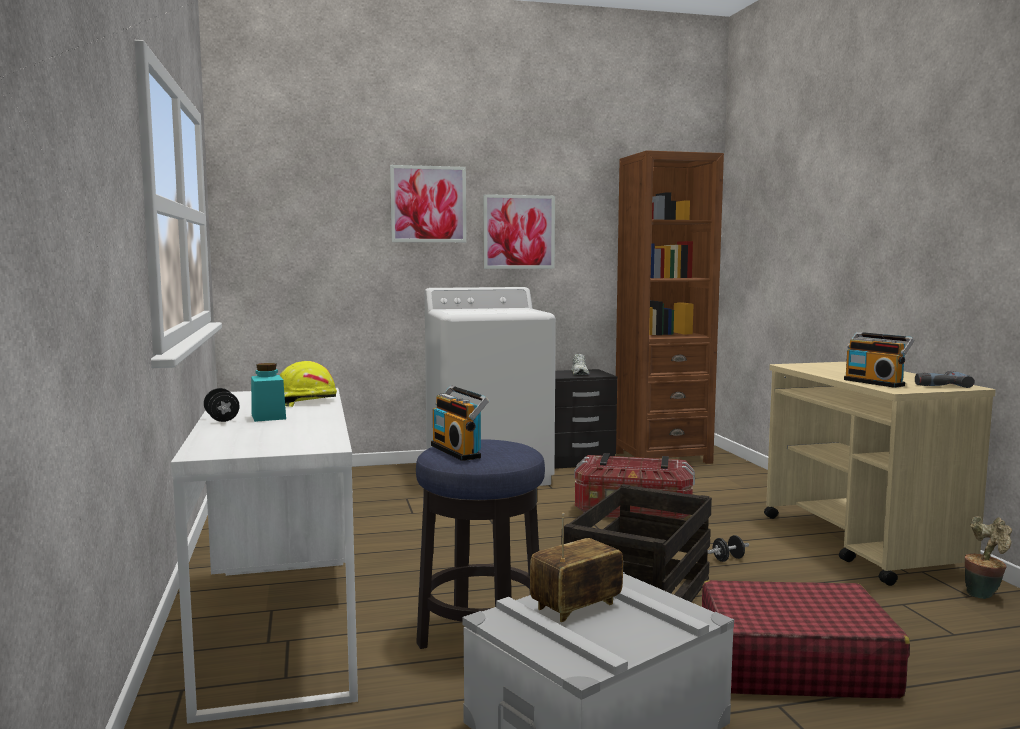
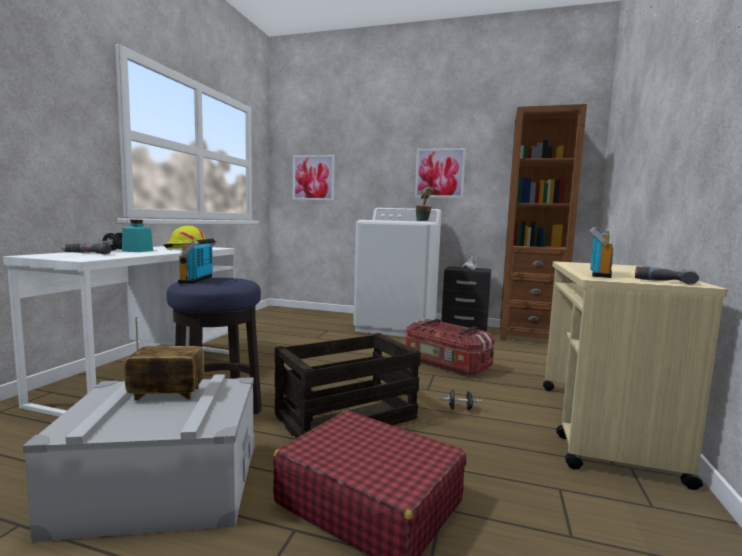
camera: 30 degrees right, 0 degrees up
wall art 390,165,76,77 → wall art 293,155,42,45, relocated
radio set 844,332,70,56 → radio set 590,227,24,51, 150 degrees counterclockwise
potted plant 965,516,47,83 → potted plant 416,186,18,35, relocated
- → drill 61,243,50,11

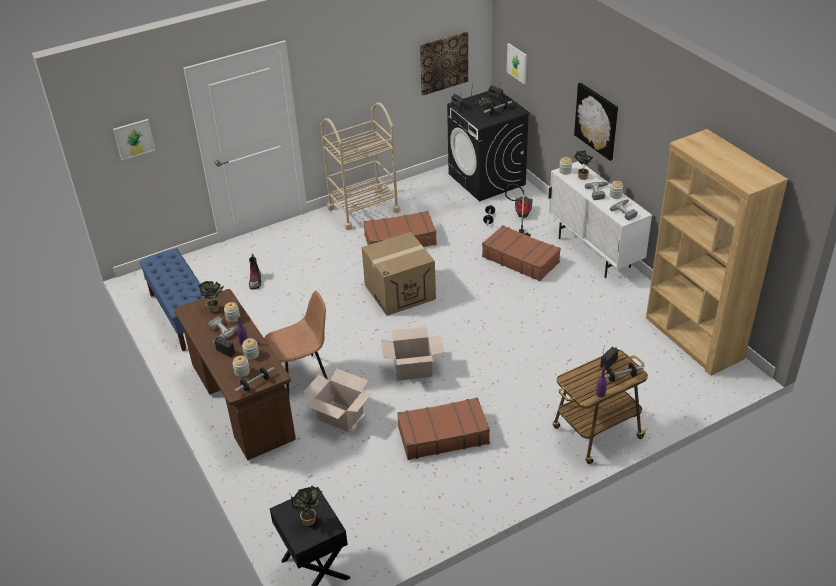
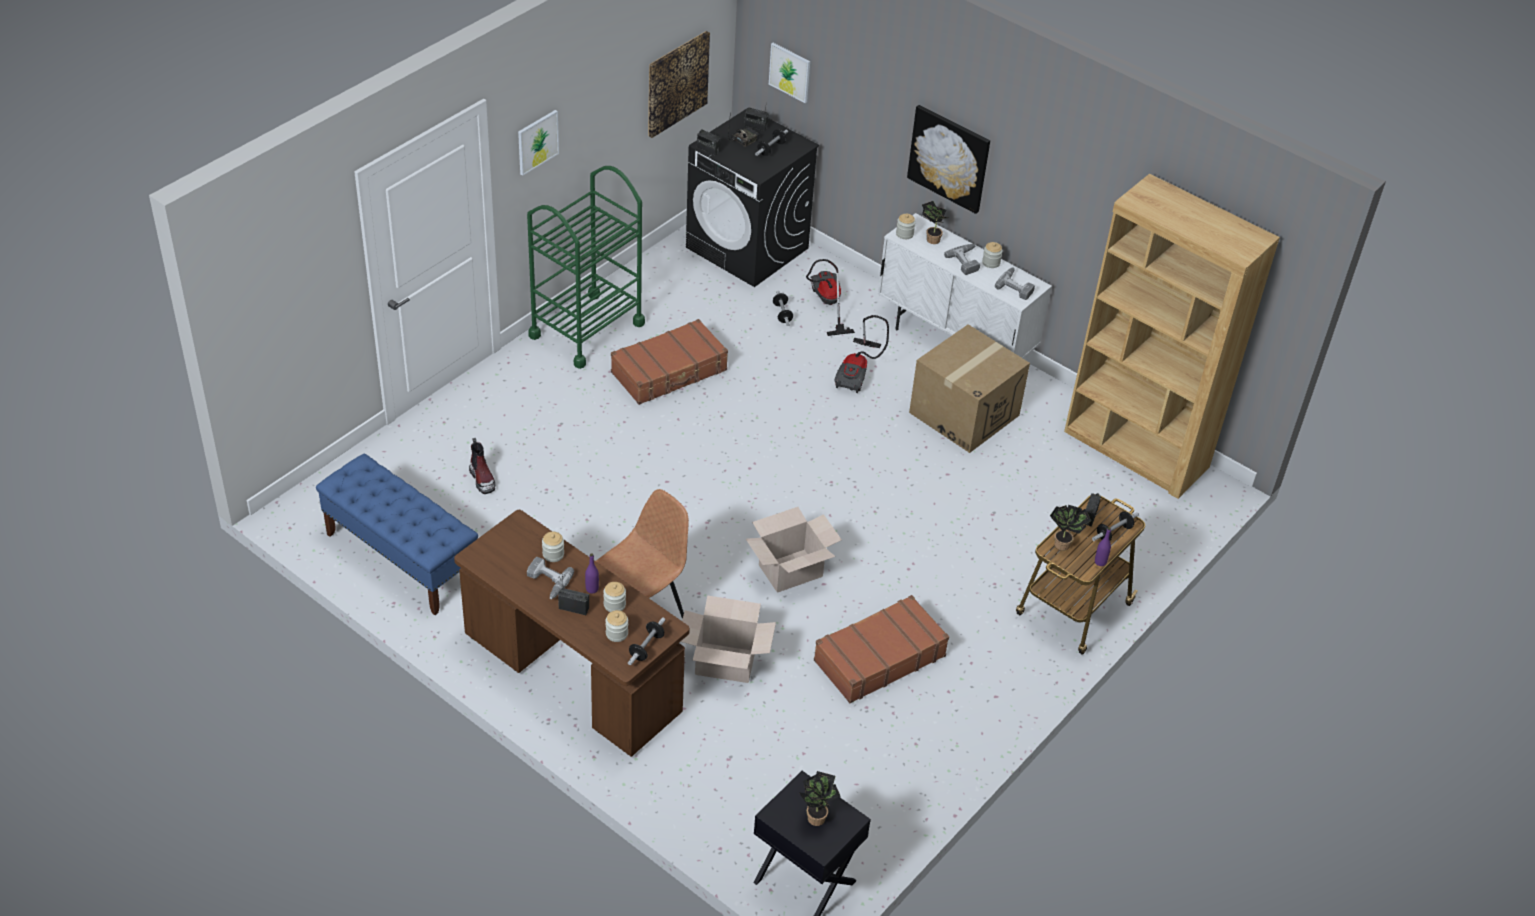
camera: 25 degrees left, 5 degrees up
wall art 113,119,42,41 → wall art 518,110,41,66, relocated
potted plant 198,281,26,32 → potted plant 1050,505,41,46, relocated
trolley in sand-coloured 321,103,80,127 → trolley in green 527,166,118,203
packing box 362,232,74,84 → packing box 909,324,121,129, relocated
suitcase in brown 482,225,79,56 → hoover 834,315,55,78

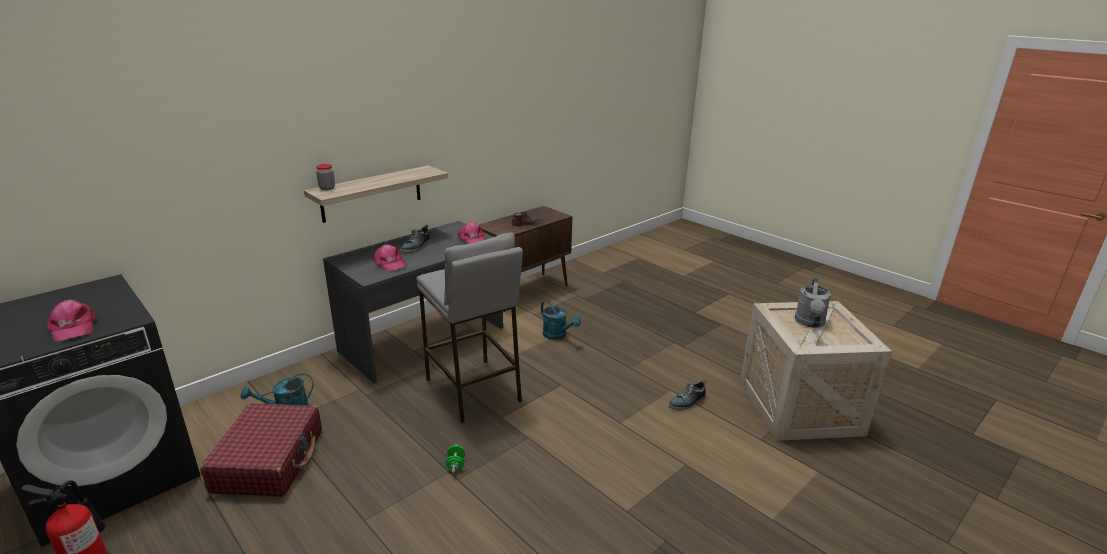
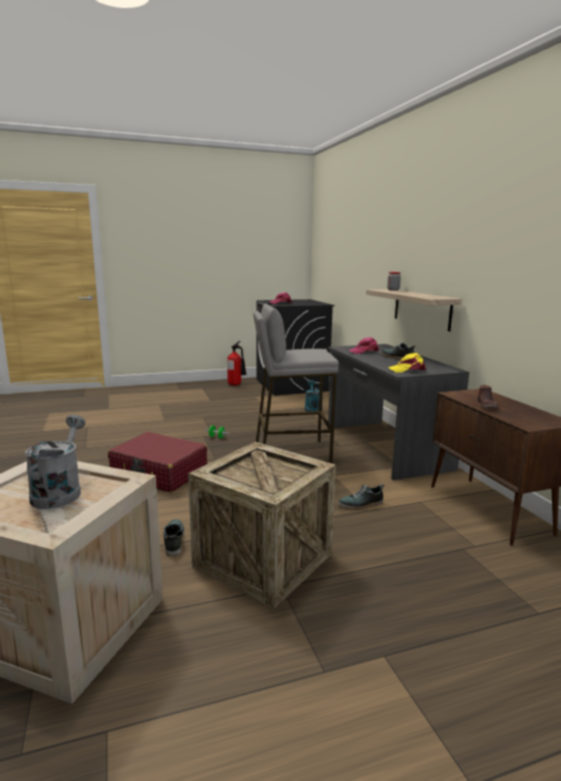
camera: 115 degrees right, 10 degrees down
suitcase in red 200,403,122,94 → suitcase in red 108,432,99,60, relocated
baseball cap in pink-coloured 458,222,28,22 → baseball cap in yellow-coloured 388,353,38,20
watering can in blue-green 541,301,40,39 → item of footwear 338,484,46,25
watering can in gray 795,277,36,50 → watering can in gray 25,415,60,94, 45 degrees clockwise
- → crate 188,442,148,167

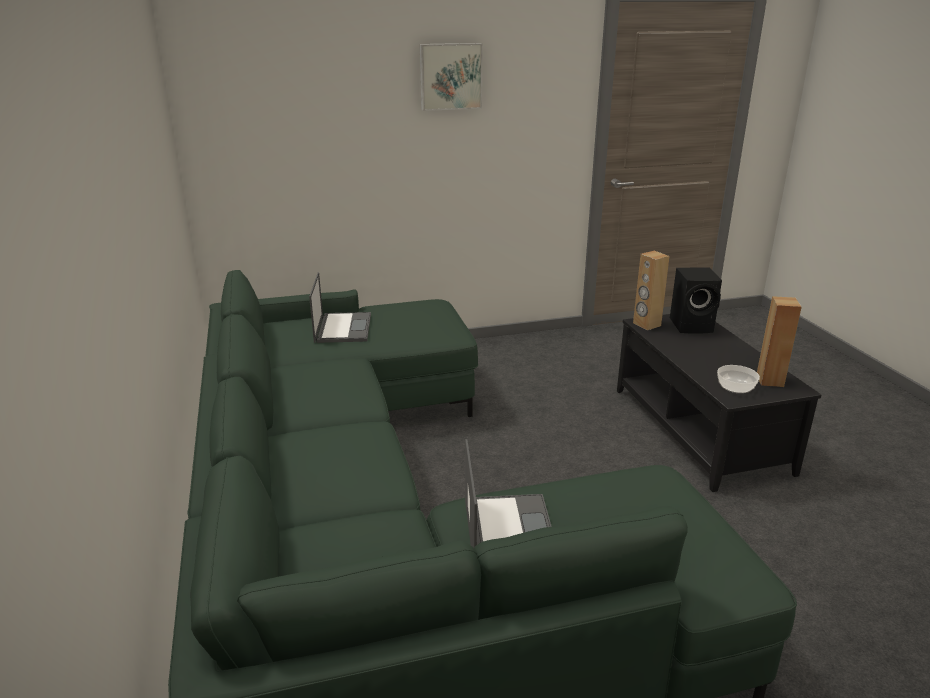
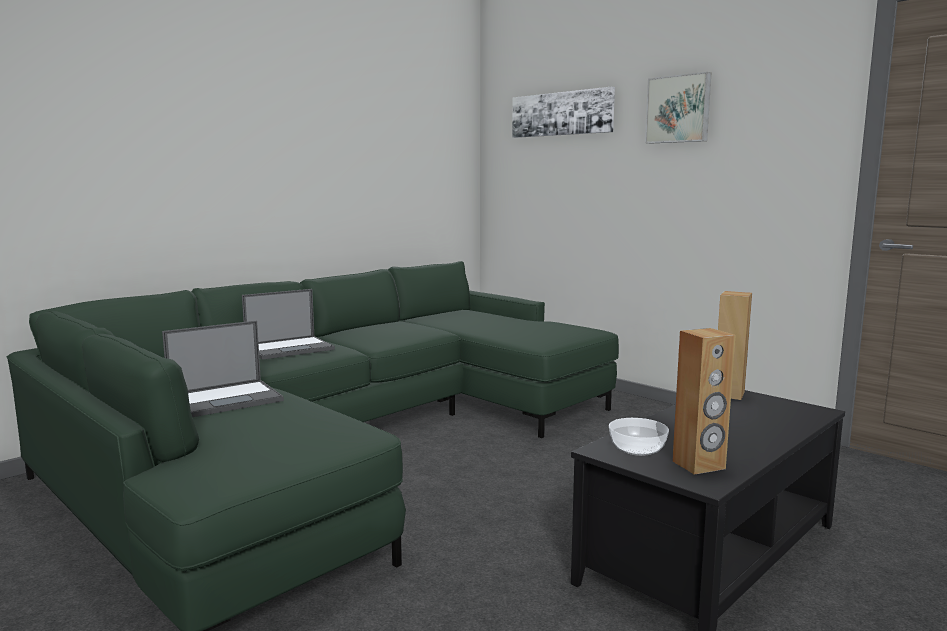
camera: 60 degrees right, 15 degrees down
laptop 309,272,62,71 → laptop 242,289,93,71, relocated
audio speaker in blackish 670,267,52,67 → -
- → wall art 512,87,103,51

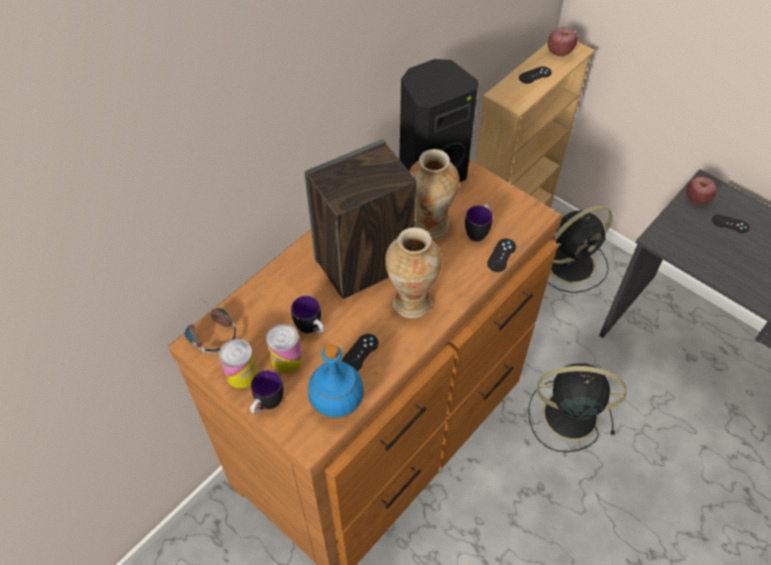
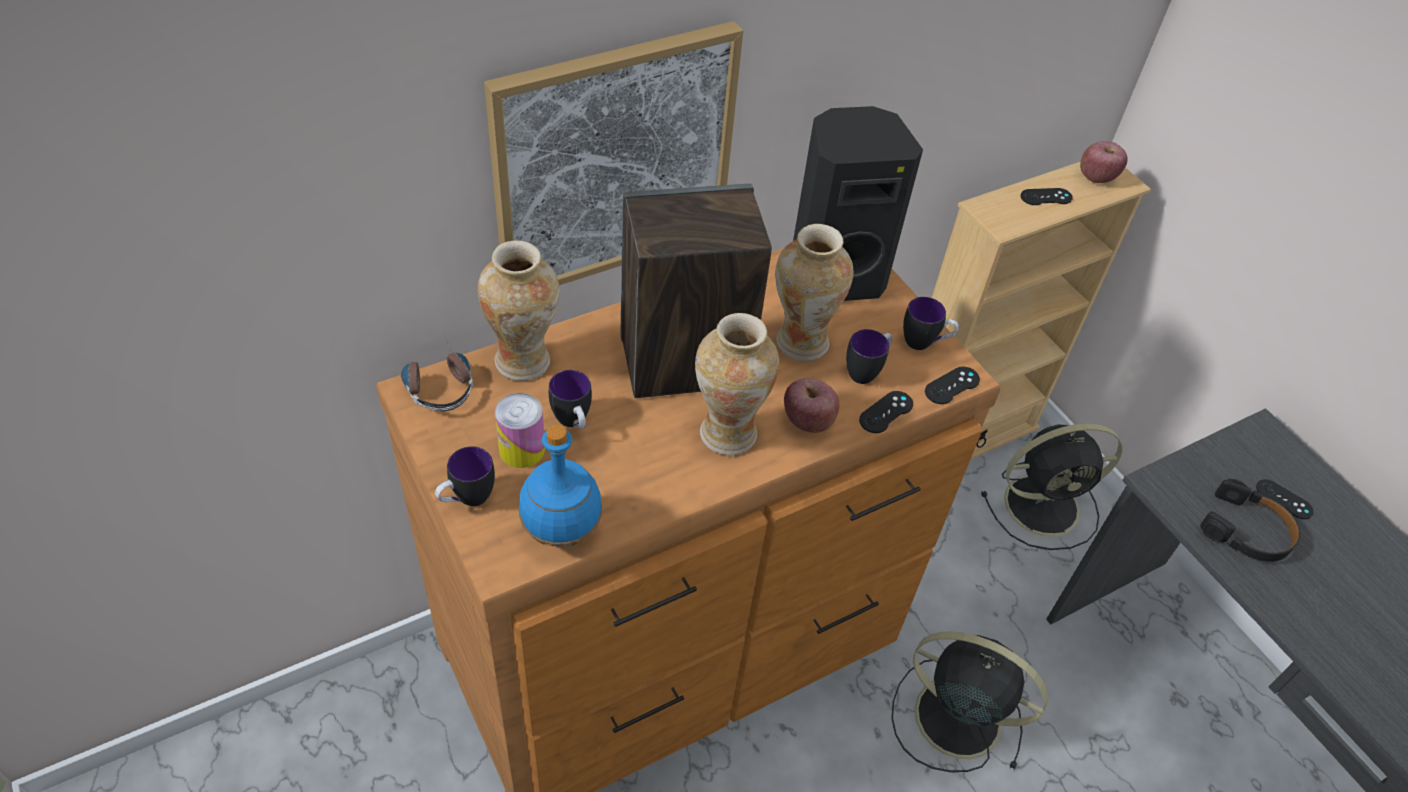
camera: 15 degrees right, 5 degrees down
can 219,339,39,50 → -
game controller in blackish 342,334,37,37 → game controller in blackish 925,367,55,37, relocated
apple 686,177,31,27 → apple 784,378,56,55, relocated
- → flower vase 478,240,82,141
- → wall art 484,21,259,264
- → tea mug 903,297,56,53
- → pair of headphones in blackish 1200,479,101,83

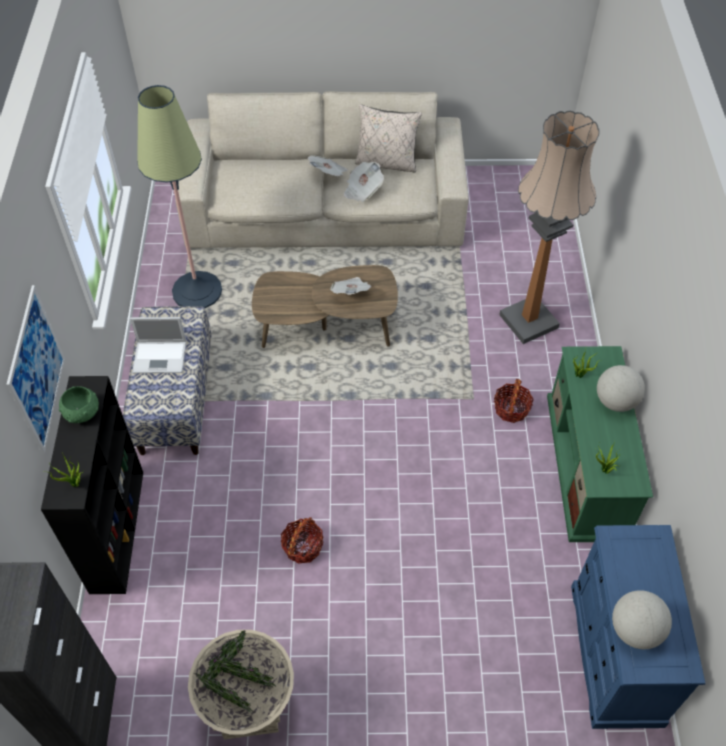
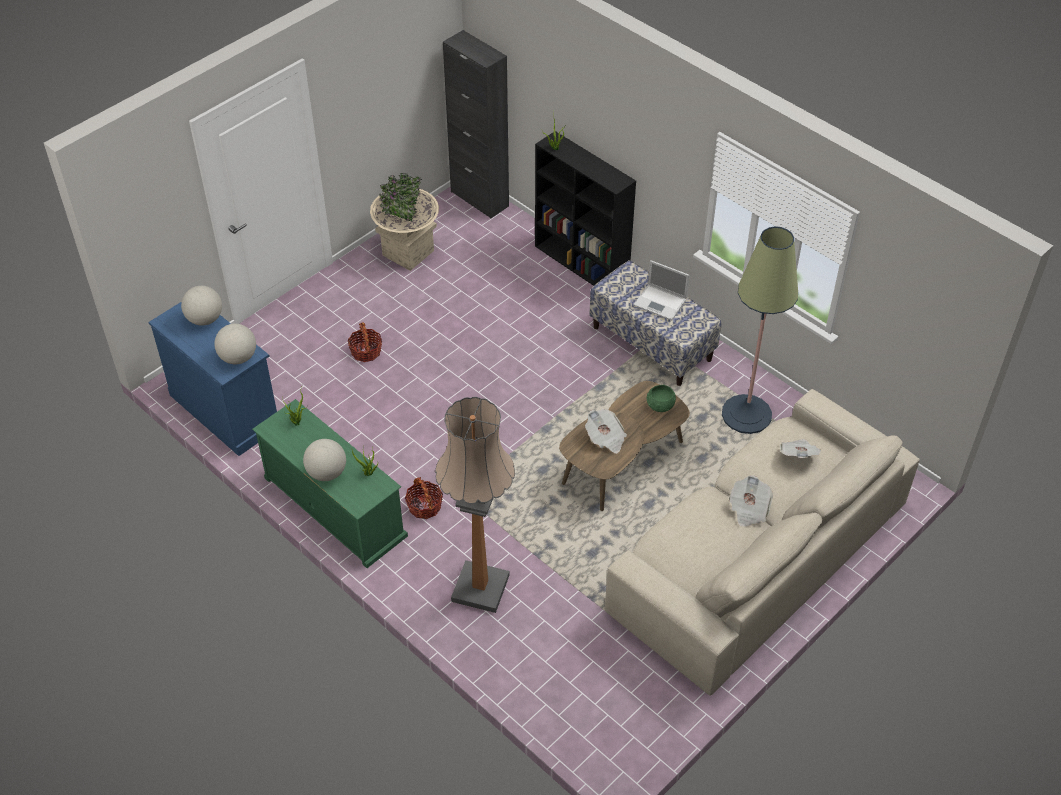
camera: 135 degrees right, 5 degrees down
wall art 6,285,59,168 → -
serving bowl in green 59,386,40,37 → serving bowl in green 647,385,29,27, relocated
laptop 130,317,56,56 → laptop 633,260,57,60, 105 degrees counterclockwise
basket 281,517,42,47 → basket 348,322,34,40, relocated
newspaper 343,162,41,40 → newspaper 780,439,41,19, relocated
throw pillow in sand-coloured 355,104,67,69 → -
- → desk globe 214,324,42,40

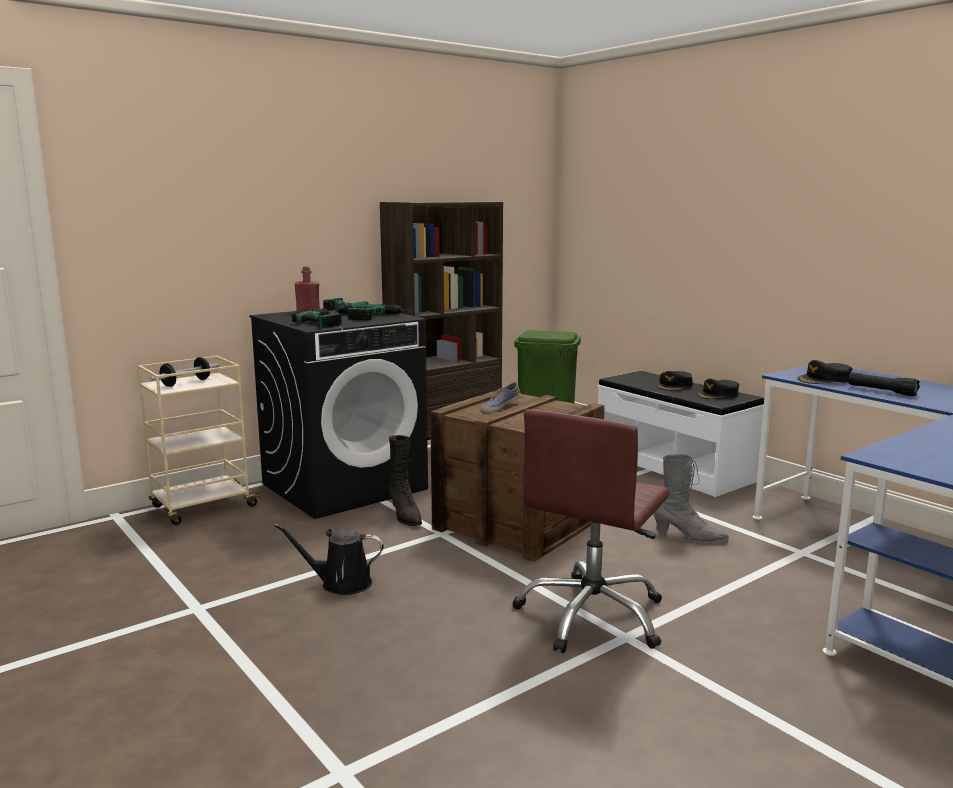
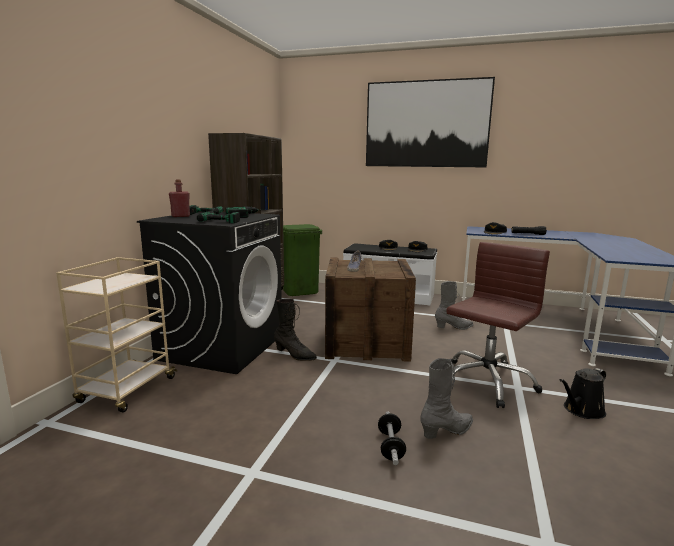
camera: 35 degrees left, 0 degrees up
dumbbell 149,357,70,30 → dumbbell 378,412,28,53, relocated
watering can in blackish 274,524,110,71 → watering can in blackish 559,368,47,51, relocated
desk chair in brown 512,409,157,244 → desk chair in brown 446,242,104,166, 135 degrees counterclockwise
- → wall art 366,77,129,90
- → high-top boot in gray 420,358,53,81

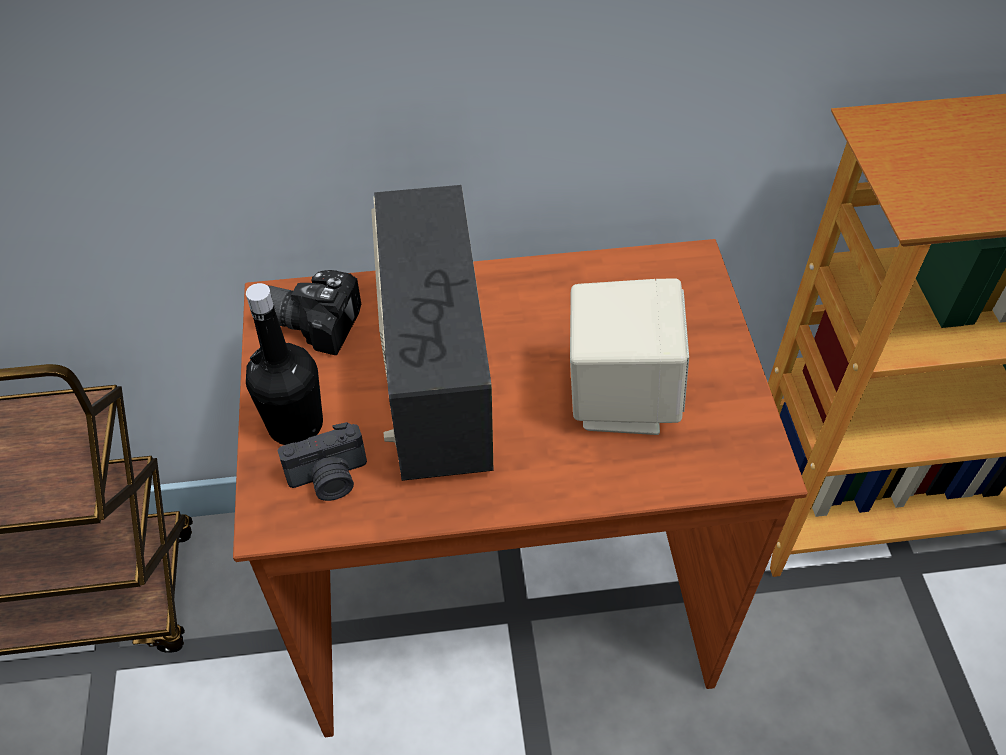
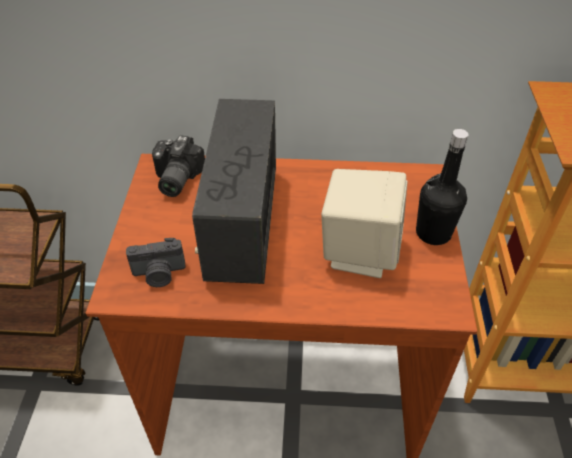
camera: 10 degrees right, 5 degrees down
drink bottle in blackish 246,283,77,162 → drink bottle in blackish 416,129,52,116, relocated
still camera 267,270,94,85 → still camera 152,135,53,62, 105 degrees counterclockwise

